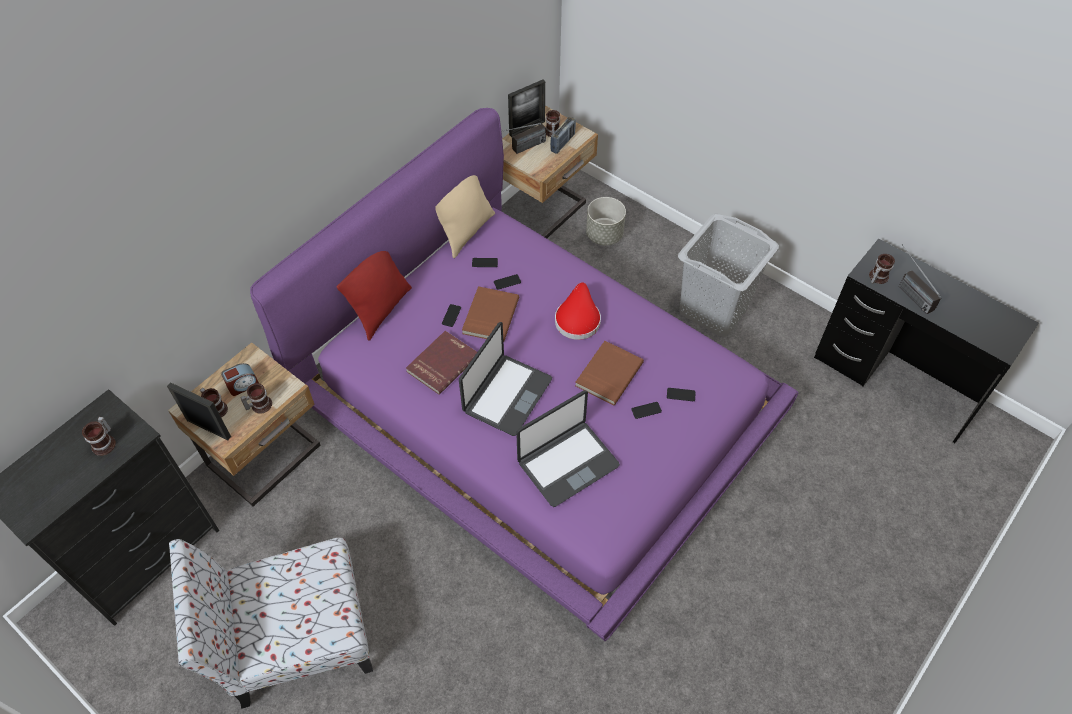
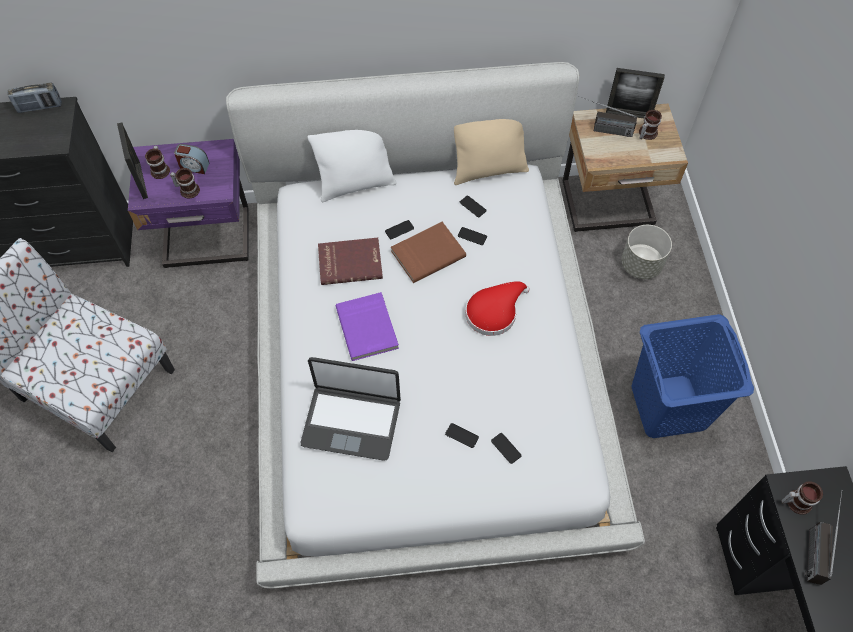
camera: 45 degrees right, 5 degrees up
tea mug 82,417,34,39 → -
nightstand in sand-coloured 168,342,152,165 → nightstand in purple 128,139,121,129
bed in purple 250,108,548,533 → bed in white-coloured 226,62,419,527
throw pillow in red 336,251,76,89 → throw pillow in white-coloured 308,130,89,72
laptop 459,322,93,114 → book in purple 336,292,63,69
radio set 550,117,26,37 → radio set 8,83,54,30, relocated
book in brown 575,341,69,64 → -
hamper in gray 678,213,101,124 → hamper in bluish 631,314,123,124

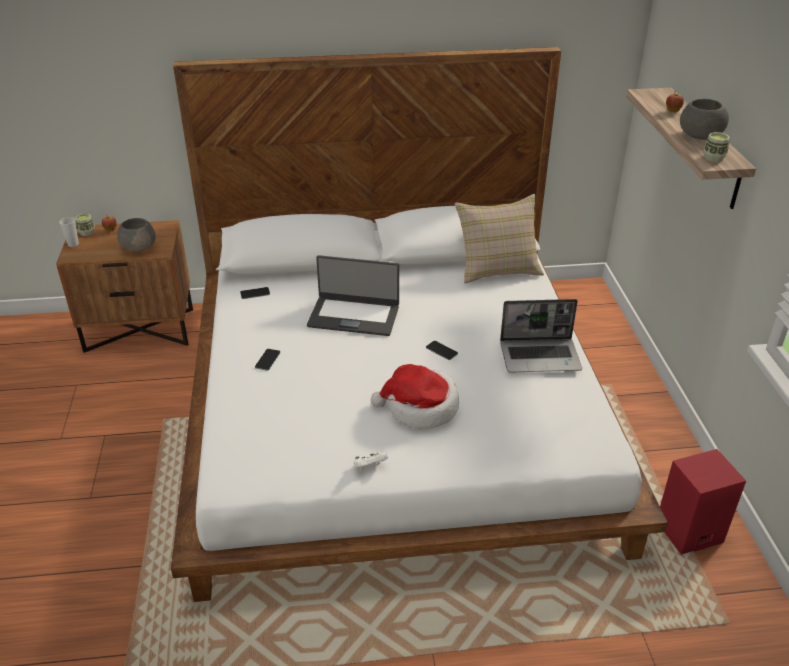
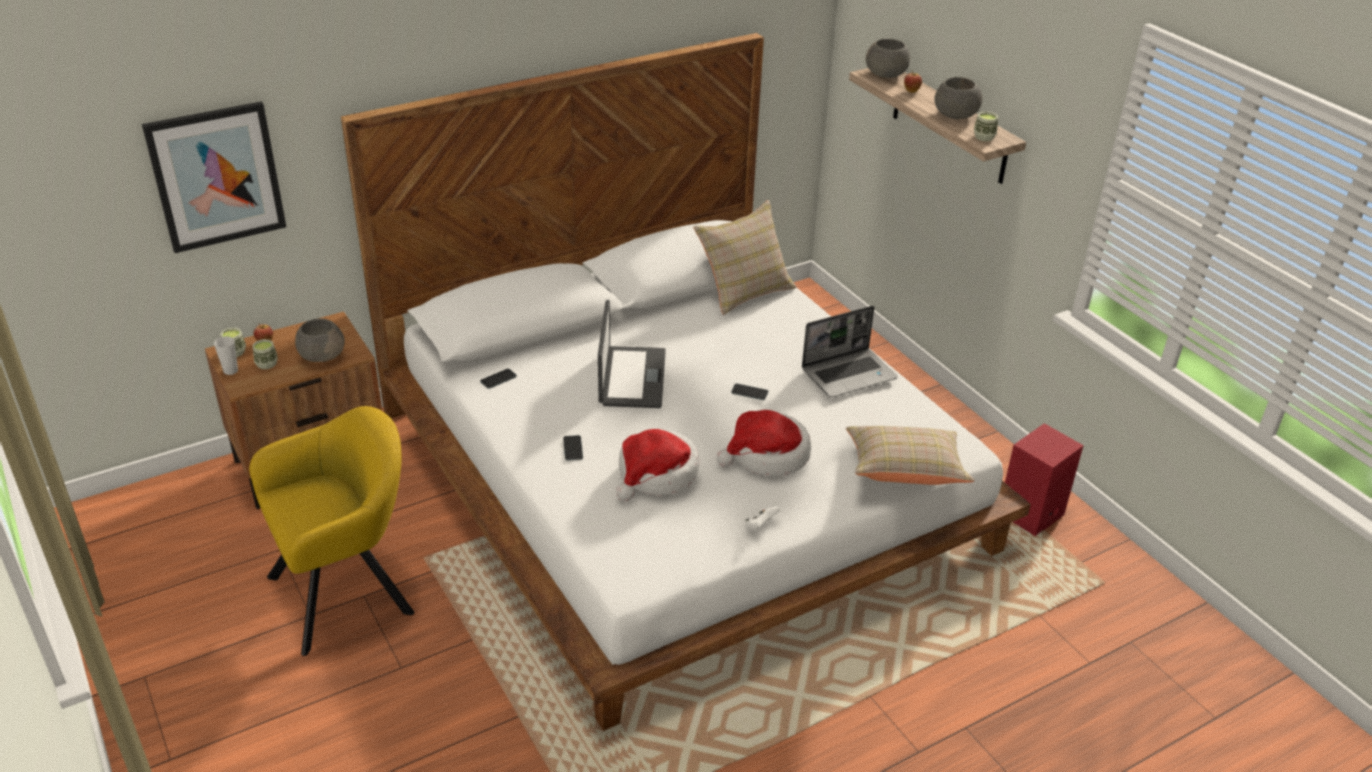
camera: 25 degrees left, 0 degrees up
laptop 307,255,92,81 → laptop 598,300,68,108, 75 degrees counterclockwise
- → wall art 142,101,144,152
- → lounge chair in yellow-coloured 249,406,165,250
- → small cup 253,339,25,30
- → hat 616,429,83,72
- → throw pillow in sand-coloured 846,426,129,59
- → serving bowl in gray 866,39,44,39

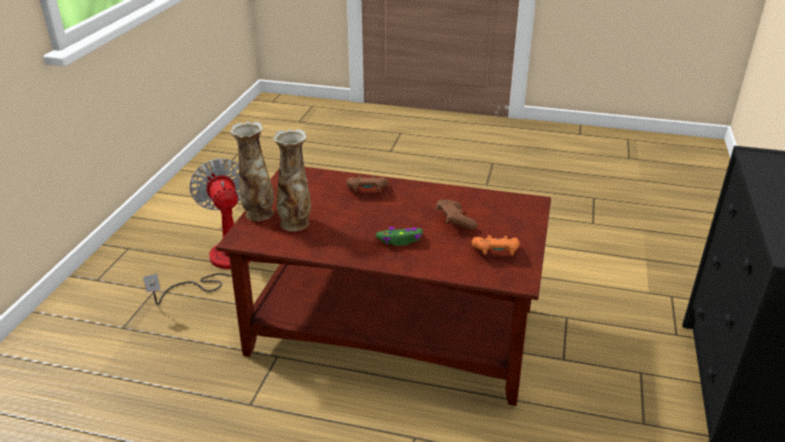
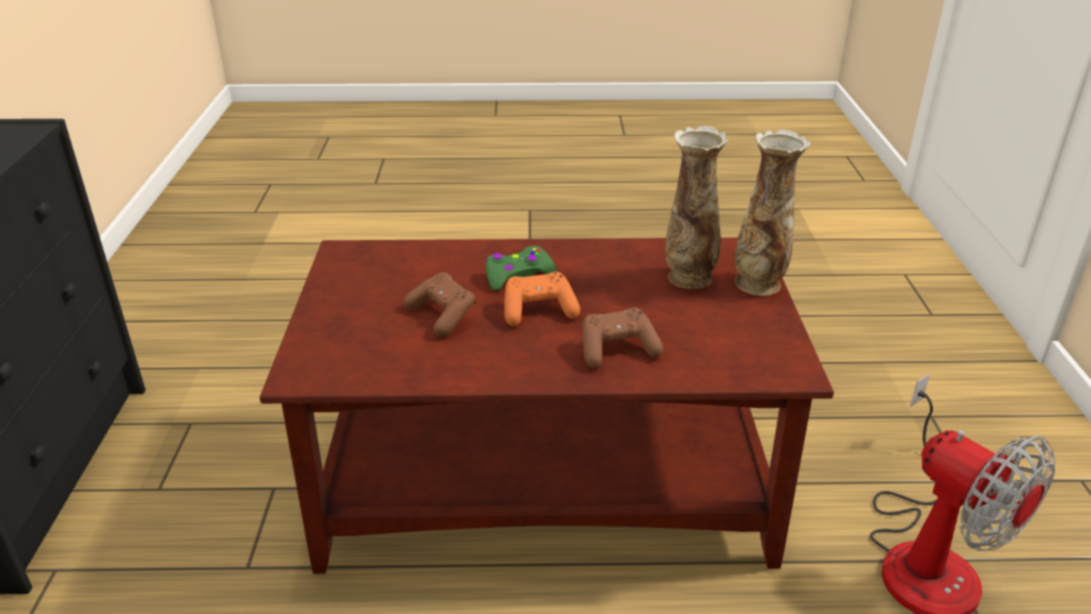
camera: 165 degrees right, 0 degrees up
game controller in orange 472,235,48,20 → game controller in orange 504,272,76,54, relocated

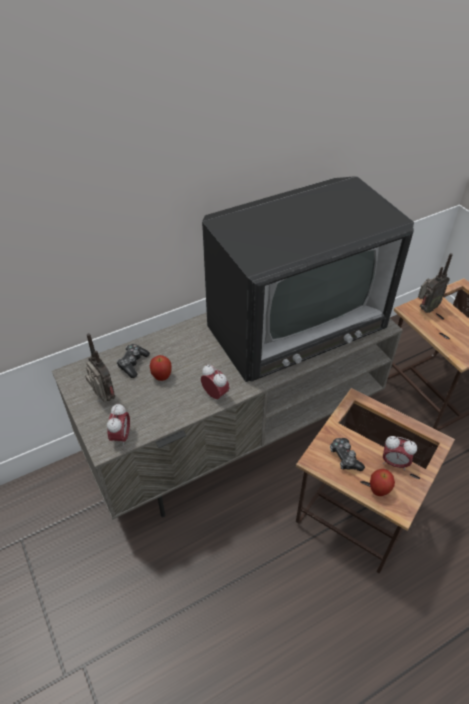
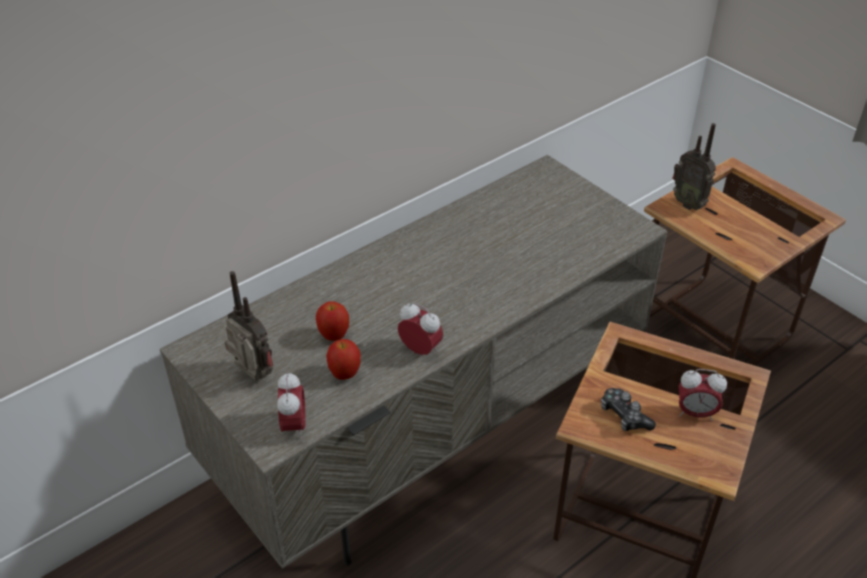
camera: 10 degrees left, 5 degrees down
game controller 117,344,33,34 → -
TV set 202,176,212,206 → -
apple 370,469,25,27 → apple 326,339,35,41, relocated
radio set 418,253,35,60 → radio set 672,123,44,87, 90 degrees clockwise

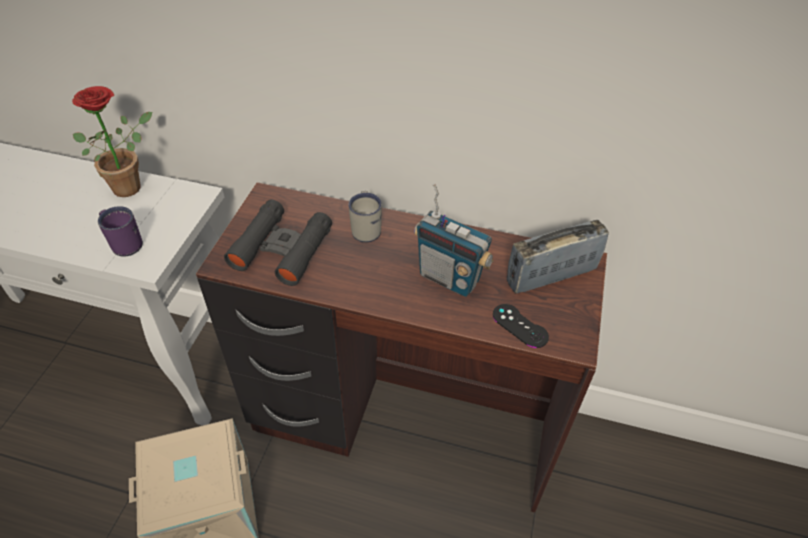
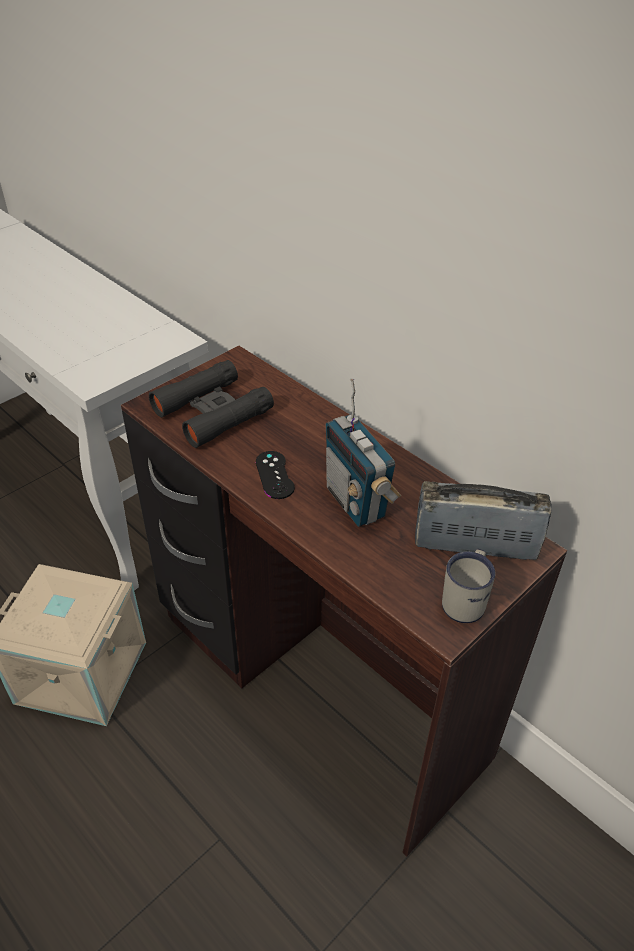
camera: 30 degrees right, 5 degrees down
potted plant 72,86,80,111 → -
tea mug in purple 98,206,45,51 → -
tea mug in white-coloured 348,191,34,52 → tea mug in white-coloured 442,549,53,74, relocated
game controller in blackish 493,304,56,44 → game controller in blackish 256,451,39,48, relocated

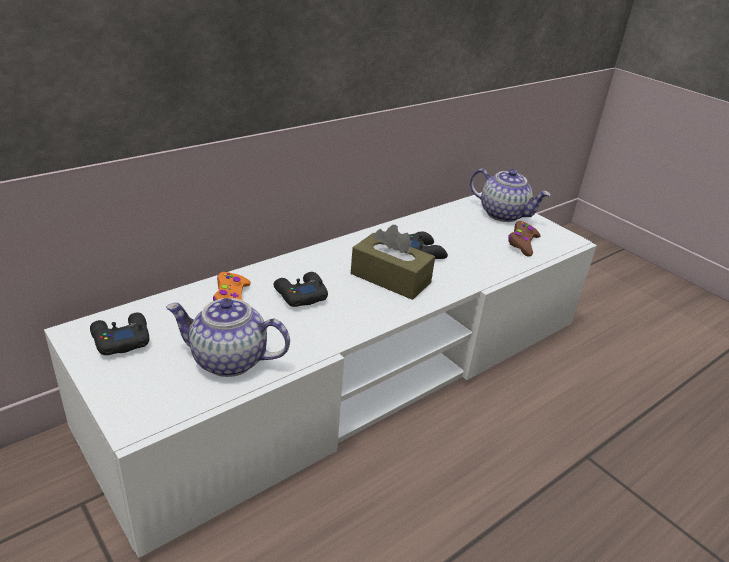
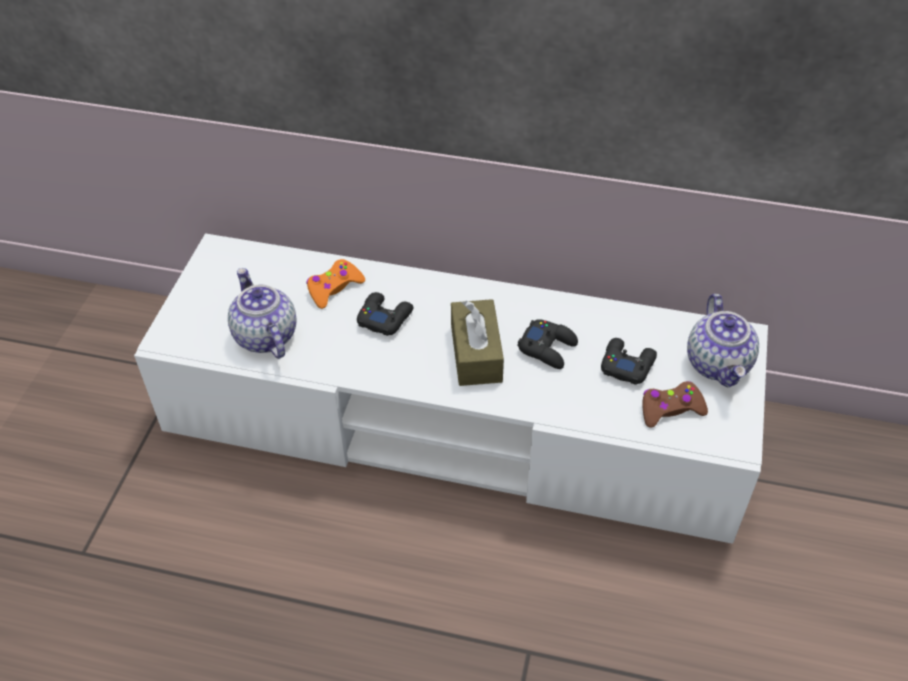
camera: 55 degrees right, 15 degrees up
game controller in blackish 90,313,59,43 → game controller in blackish 601,338,56,47, relocated

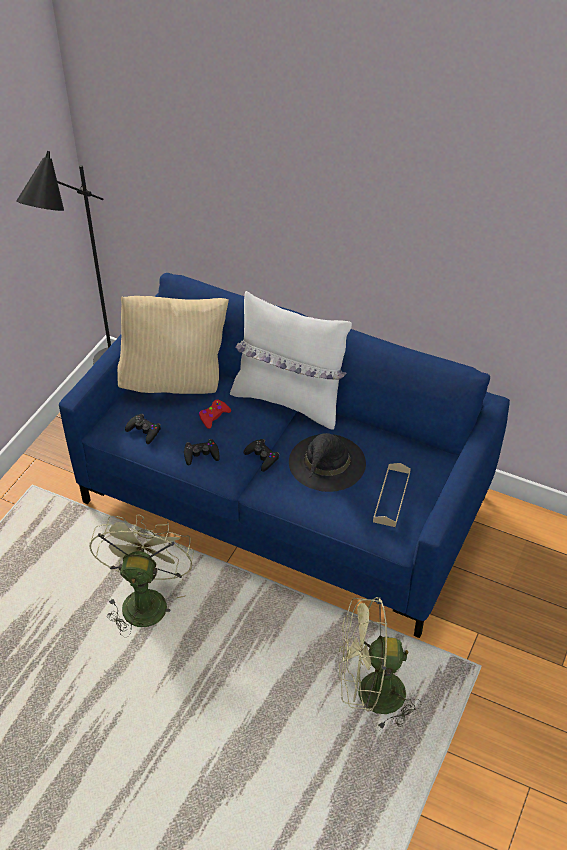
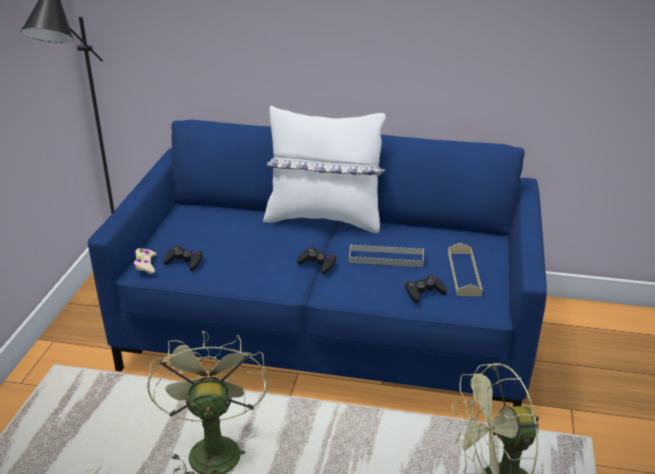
camera: 15 degrees left, 15 degrees down
throw pillow in sand-coloured 117,296,112,98 → -
game controller in blackish 184,439,36,27 → game controller in blackish 405,274,42,29, relocated
game controller in red 199,399,32,30 → -
hat in blackish 289,433,77,59 → serving tray in gray 349,244,75,23
- → game controller in sand-coloured 133,248,23,26

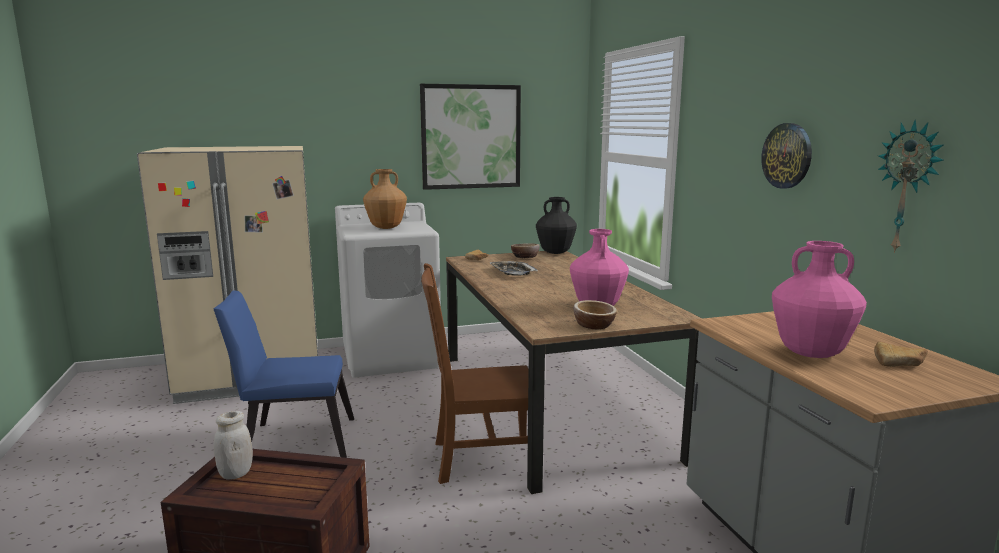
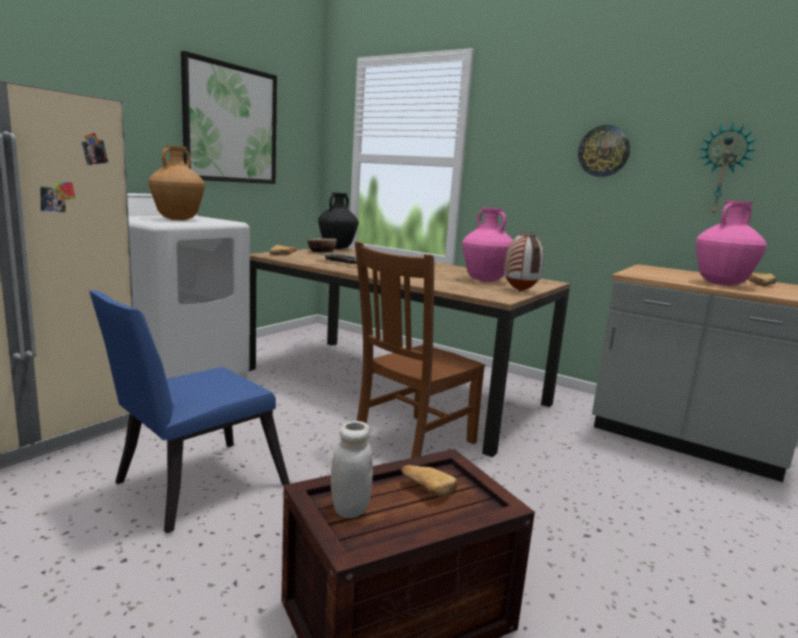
camera: 40 degrees left, 0 degrees up
serving bowl 574,300,43,29 → flower vase 504,232,40,60
- → bread 401,465,56,31

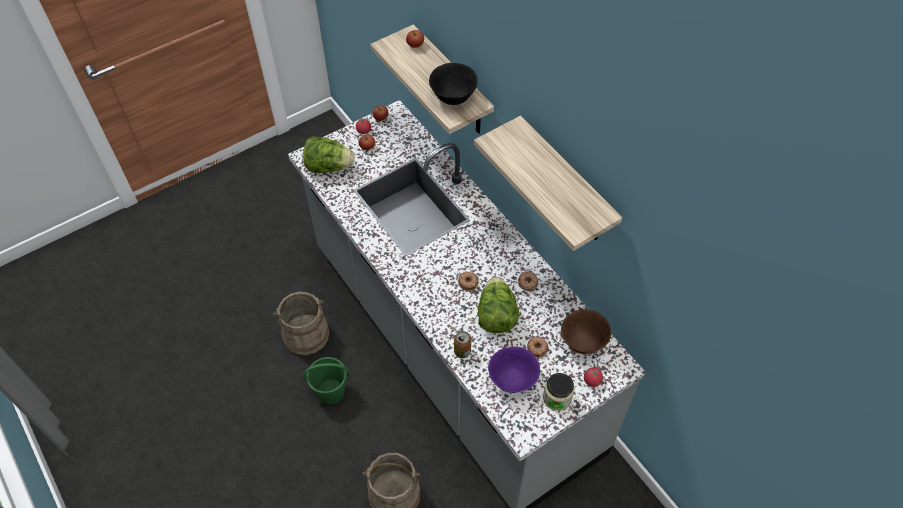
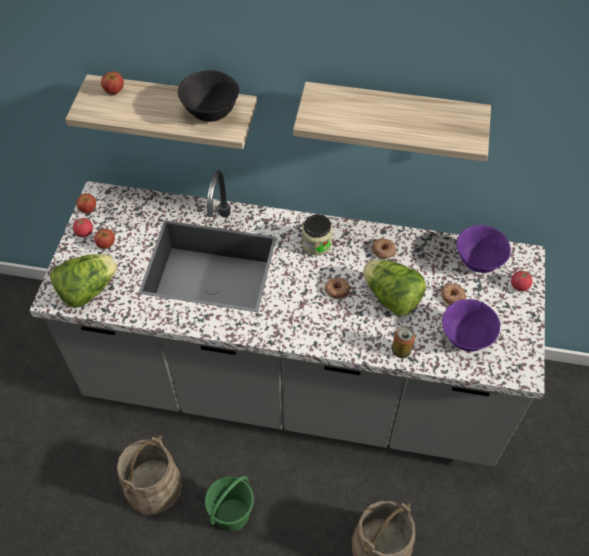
camera: 45 degrees left, 0 degrees up
storage jar 543,373,31,38 → storage jar 302,214,31,42, relocated
serving bowl in brown 561,309,51,45 → serving bowl in purple 457,225,54,48

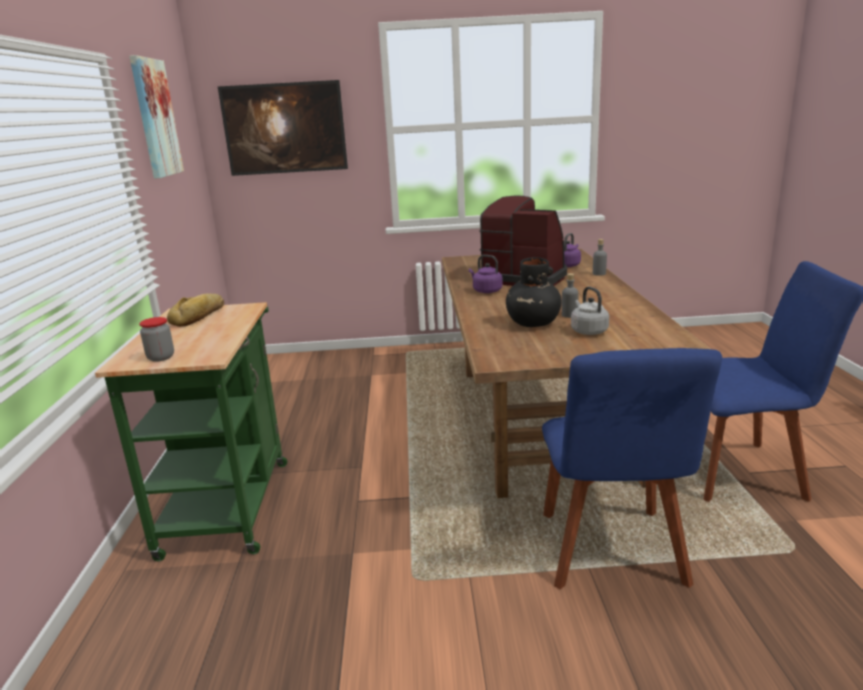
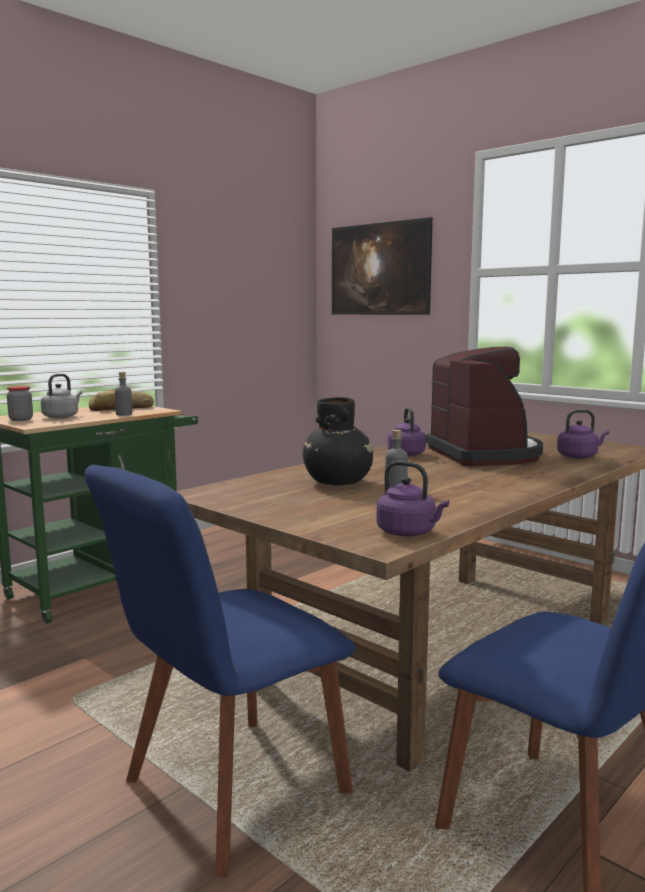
camera: 45 degrees right, 10 degrees down
wall art 129,55,55,124 → -
kettle in gray 571,287,38,48 → kettle in gray 41,374,42,44, relocated
drink bottle in gray 593,239,14,37 → drink bottle in gray 115,372,17,44, relocated
- → kettle in purple 377,461,72,76

